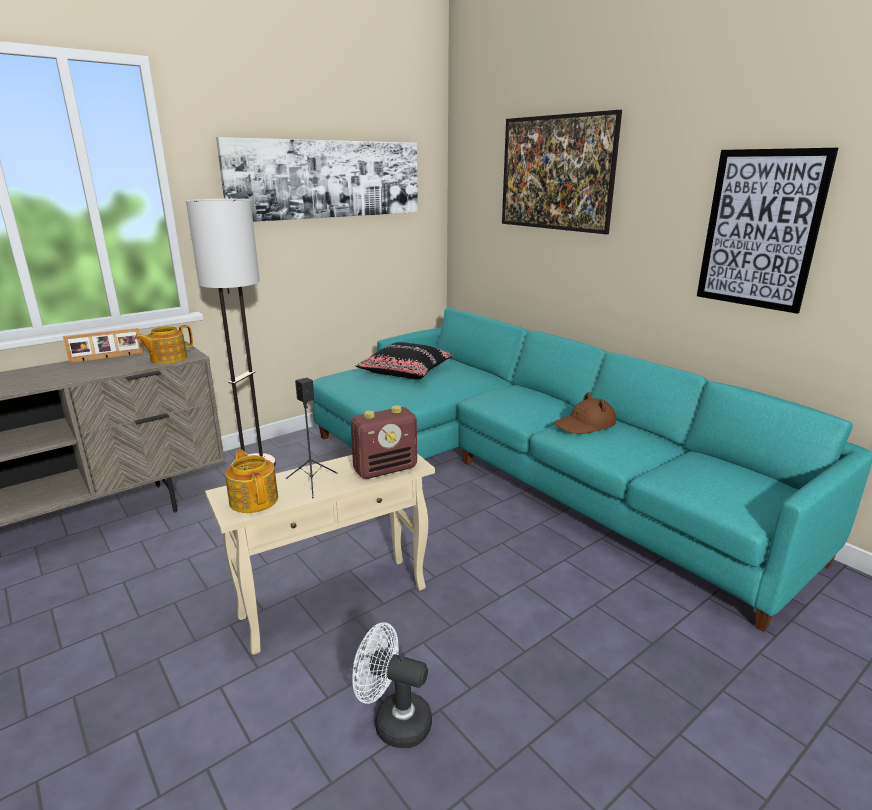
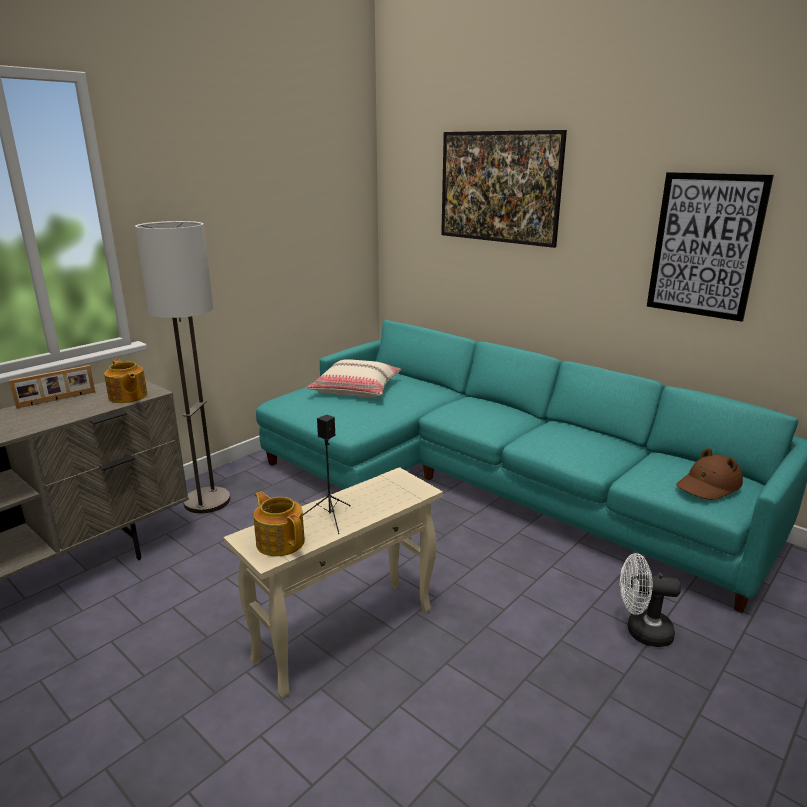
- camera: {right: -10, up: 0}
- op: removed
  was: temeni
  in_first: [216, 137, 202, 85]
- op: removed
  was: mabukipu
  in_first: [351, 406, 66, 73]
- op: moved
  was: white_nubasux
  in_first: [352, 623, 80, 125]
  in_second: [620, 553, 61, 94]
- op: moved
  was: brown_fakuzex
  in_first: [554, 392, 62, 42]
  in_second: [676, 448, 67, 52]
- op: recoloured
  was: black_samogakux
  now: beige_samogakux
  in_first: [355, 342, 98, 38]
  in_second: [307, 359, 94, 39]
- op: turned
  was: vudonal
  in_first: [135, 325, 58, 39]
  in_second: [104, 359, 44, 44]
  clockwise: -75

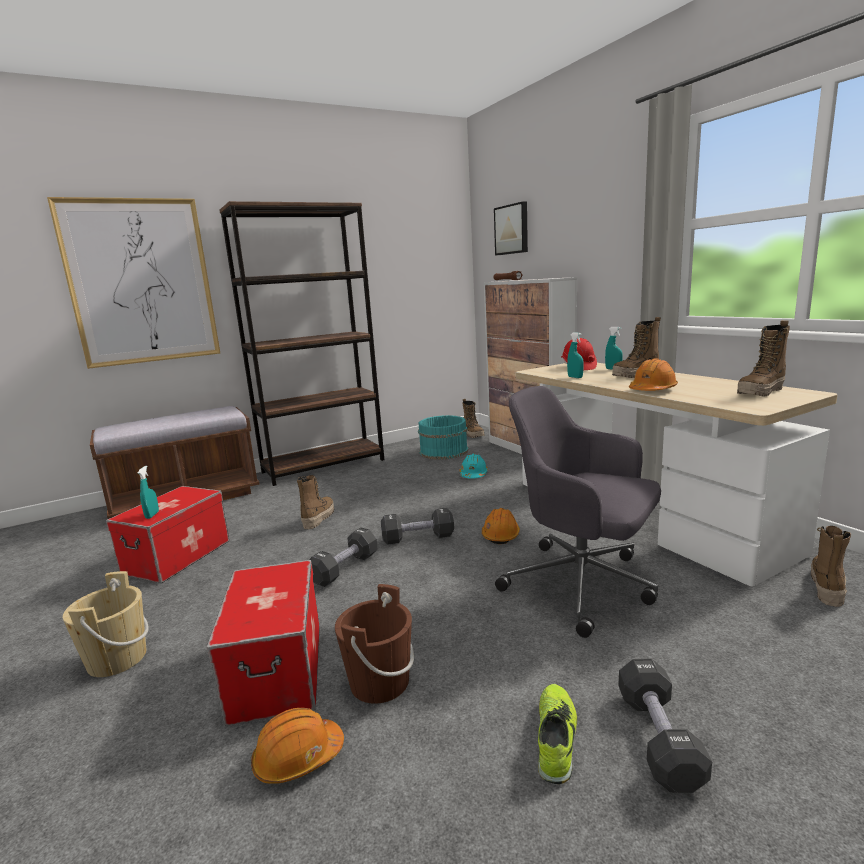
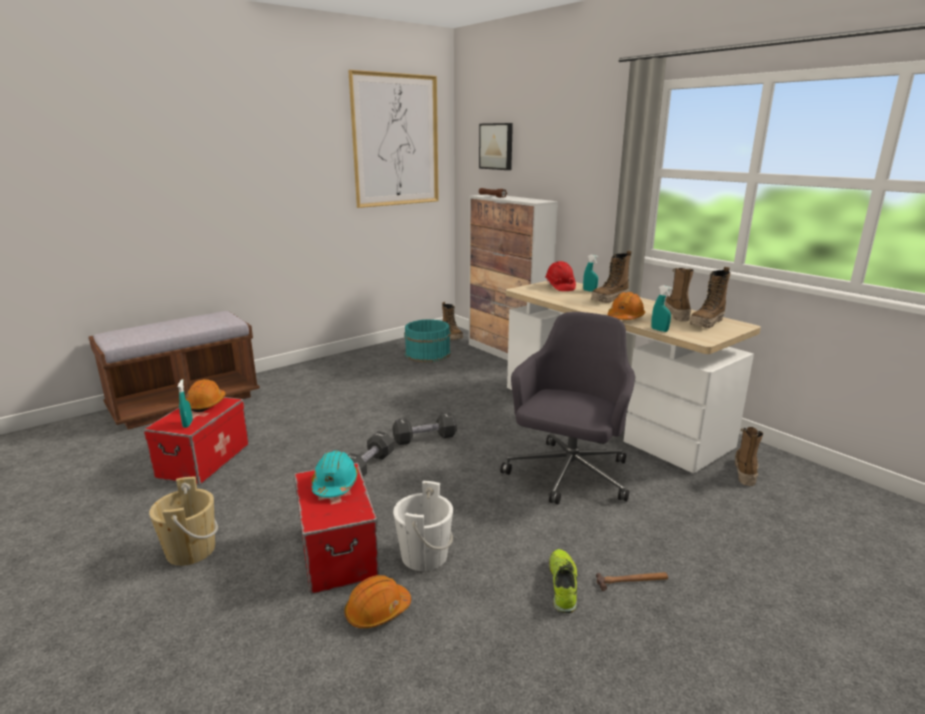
- camera: {right: -10, up: 5}
- op: removed
  was: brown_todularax
  in_first: [220, 201, 164, 285]
- op: moved
  was: temeni
  in_first: [47, 197, 174, 172]
  in_second: [348, 70, 91, 138]
- op: moved
  was: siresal
  in_first: [297, 475, 37, 54]
  in_second: [665, 268, 29, 53]
- op: moved
  was: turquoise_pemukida
  in_first: [459, 454, 29, 25]
  in_second: [311, 450, 47, 47]
- op: moved
  was: orange_pemukida
  in_first: [482, 508, 38, 36]
  in_second: [186, 379, 40, 33]
- op: moved
  was: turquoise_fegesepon
  in_first: [567, 333, 17, 45]
  in_second: [651, 285, 21, 47]
- op: replaced
  was: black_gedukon
  now: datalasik
  in_first: [618, 659, 94, 134]
  in_second: [596, 572, 72, 19]
- op: recoloured
  was: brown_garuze
  now: white_garuze
  in_first: [335, 584, 79, 120]
  in_second: [393, 481, 60, 90]
- op: turned
  was: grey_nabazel
  in_first: [495, 386, 166, 252]
  in_second: [500, 312, 135, 193]
  clockwise: 90

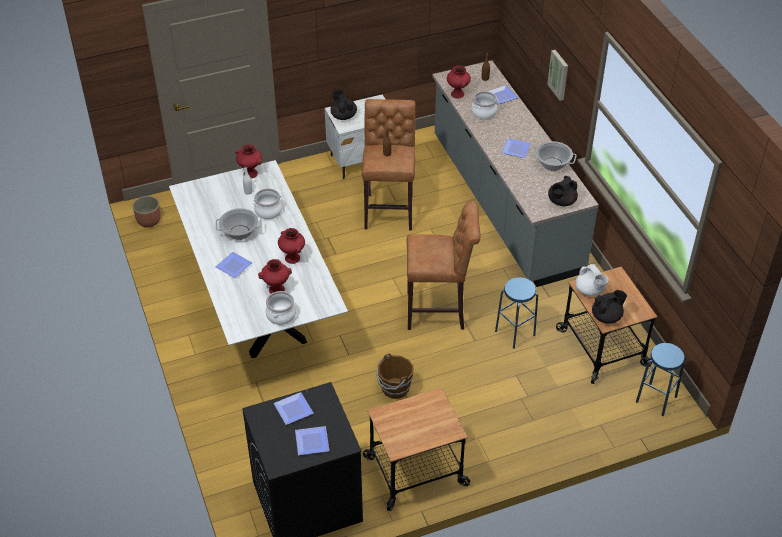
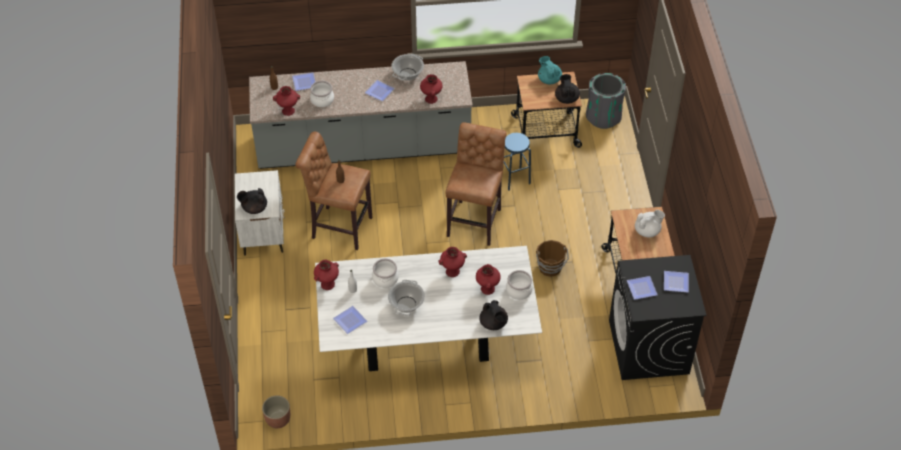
- camera: {right: -75, up: 5}
- op: removed
  was: temeni
  in_first: [547, 50, 21, 51]
- op: added
  now: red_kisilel
  in_second: [420, 74, 22, 30]
- op: added
  now: turquoise_vudonal
  in_second: [538, 56, 24, 28]
- op: moved
  was: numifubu
  in_first: [215, 252, 37, 26]
  in_second: [333, 306, 34, 28]
- op: moved
  was: black_vudonal
  in_first: [548, 176, 30, 30]
  in_second: [479, 300, 29, 30]
- op: moved
  was: white_vudonal
  in_first: [575, 264, 33, 32]
  in_second: [635, 210, 30, 28]
- op: replaced
  was: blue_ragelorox
  now: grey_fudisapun
  in_first: [636, 343, 49, 73]
  in_second: [586, 73, 40, 56]

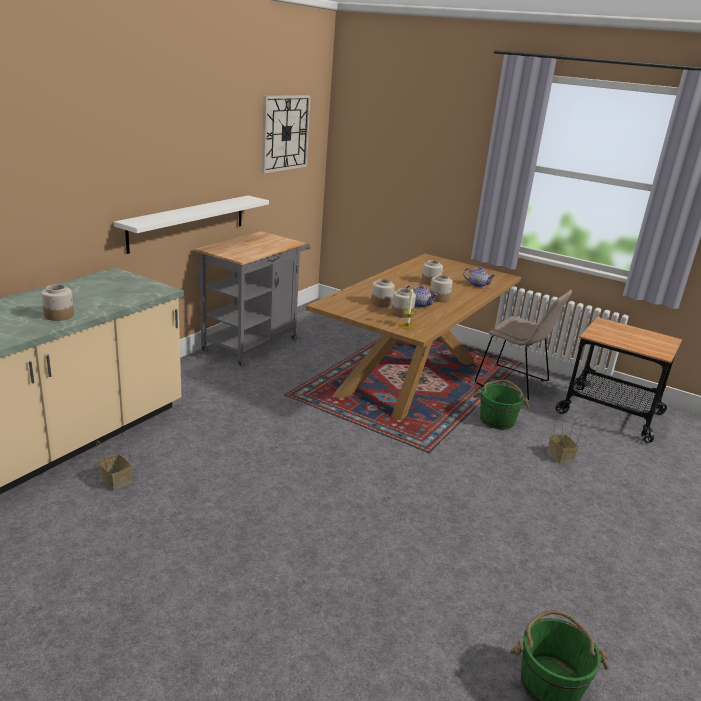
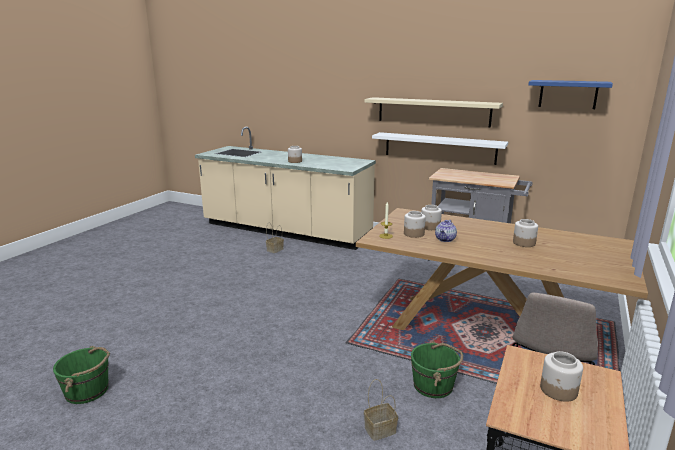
- camera: {right: 85, up: -5}
- op: removed
  was: vudonal
  in_first: [463, 267, 33, 20]
- op: added
  now: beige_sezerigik
  in_second: [365, 97, 138, 30]
- op: moved
  was: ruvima
  in_first: [430, 275, 22, 27]
  in_second: [540, 351, 43, 51]
- op: replaced
  was: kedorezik
  now: blue_sezerigik
  in_first: [262, 95, 49, 78]
  in_second: [529, 80, 84, 29]

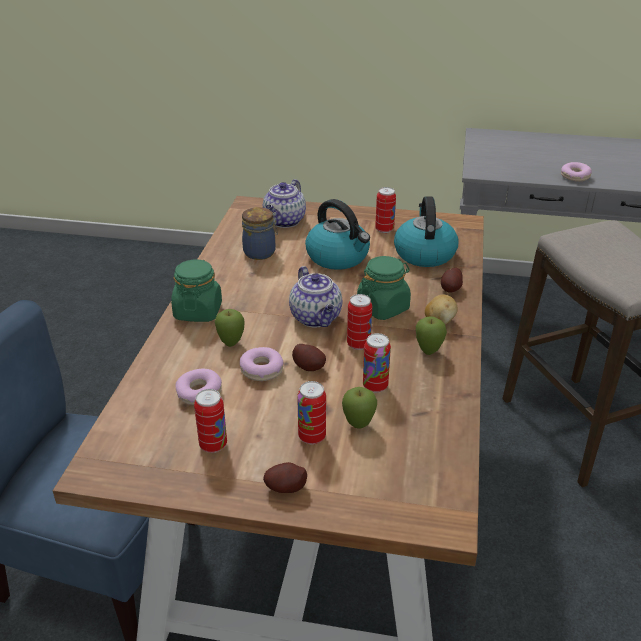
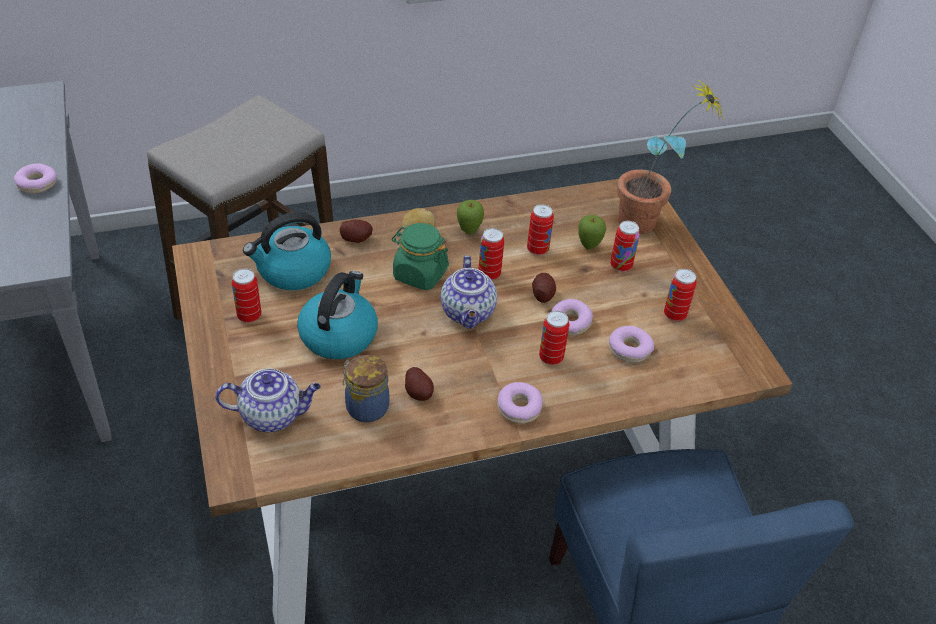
- camera: {right: -120, up: 10}
- op: added
  now: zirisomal
  in_second: [617, 77, 107, 157]
- op: moved
  was: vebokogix
  in_first: [263, 462, 44, 31]
  in_second: [405, 367, 29, 34]
- op: replaced
  was: green_ruvima
  now: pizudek
  in_first: [171, 259, 51, 63]
  in_second: [497, 382, 46, 41]
- op: replaced
  was: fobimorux
  now: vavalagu
  in_first: [215, 309, 30, 38]
  in_second: [539, 311, 30, 54]
- op: turned
  was: vudonal
  in_first: [289, 266, 53, 61]
  in_second: [441, 256, 56, 73]
  clockwise: 135

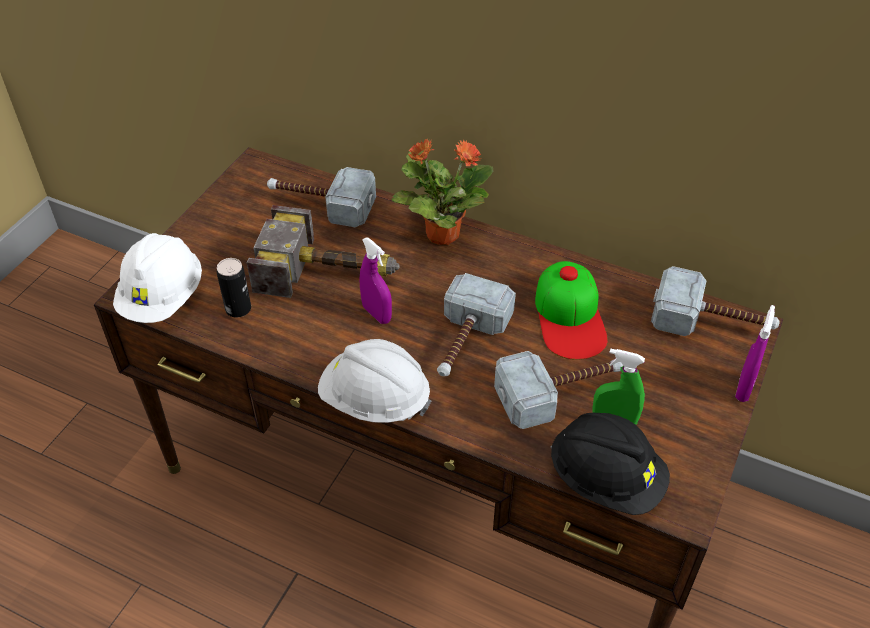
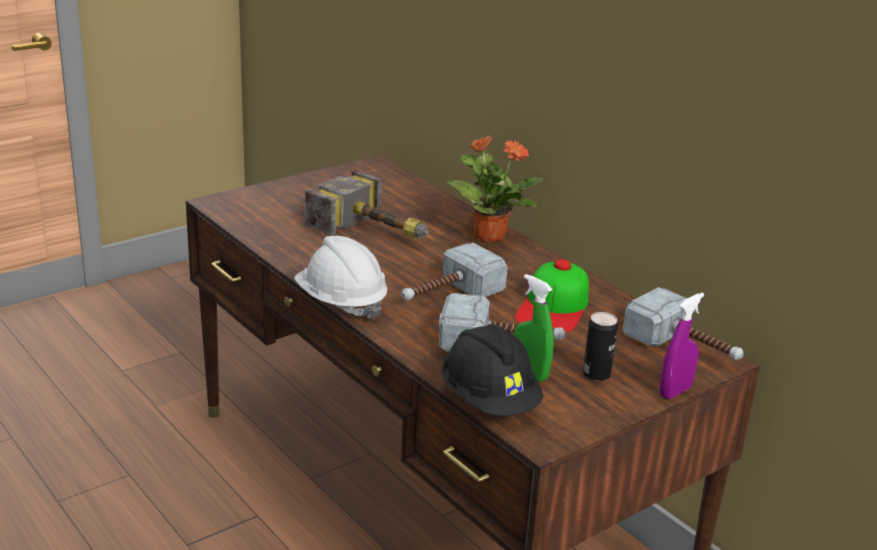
- camera: {right: 25, up: -20}
- op: removed
  was: white_pemukida
  in_first: [113, 233, 89, 90]
- op: removed
  was: datalasik
  in_first: [267, 167, 109, 60]
- op: removed
  was: purple_fegesepon
  in_first: [360, 237, 32, 87]
- op: moved
  was: vavalagu
  in_first: [217, 258, 34, 59]
  in_second: [583, 312, 35, 69]

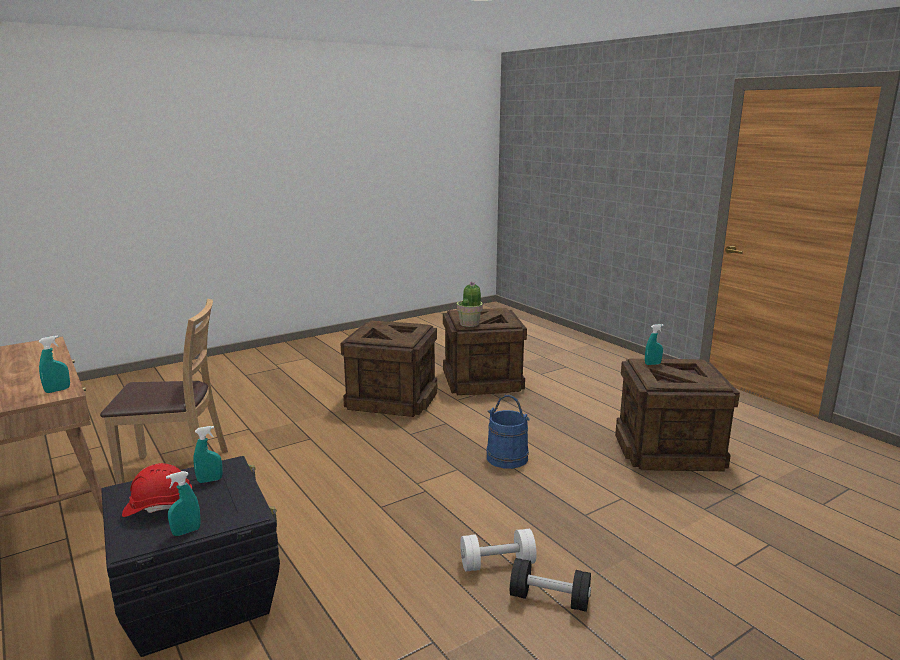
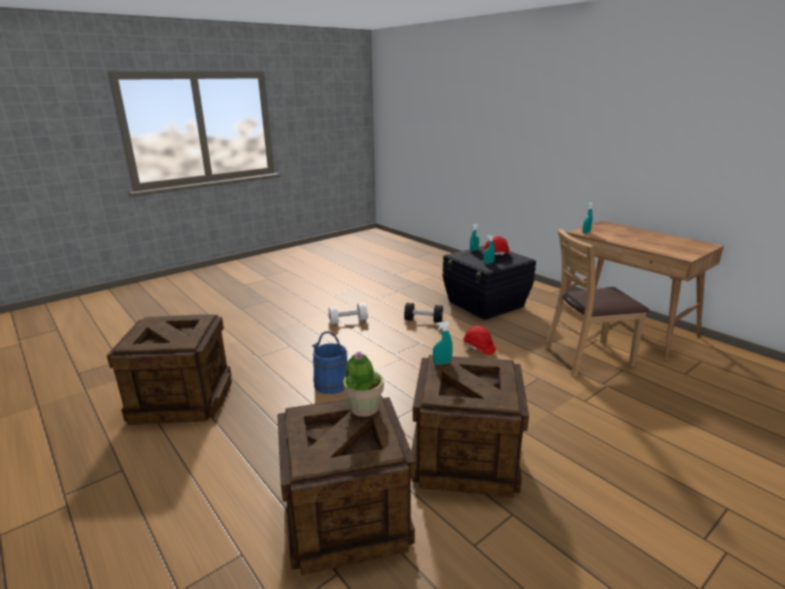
- camera: {right: 175, up: 5}
- op: added
  now: red_pemukida
  in_second: [463, 326, 33, 29]
- op: moved
  was: black_gedukon
  in_first: [510, 558, 81, 54]
  in_second: [404, 303, 39, 20]
- op: moved
  was: turquoise_fegesepon
  in_first: [645, 324, 19, 41]
  in_second: [433, 321, 20, 44]

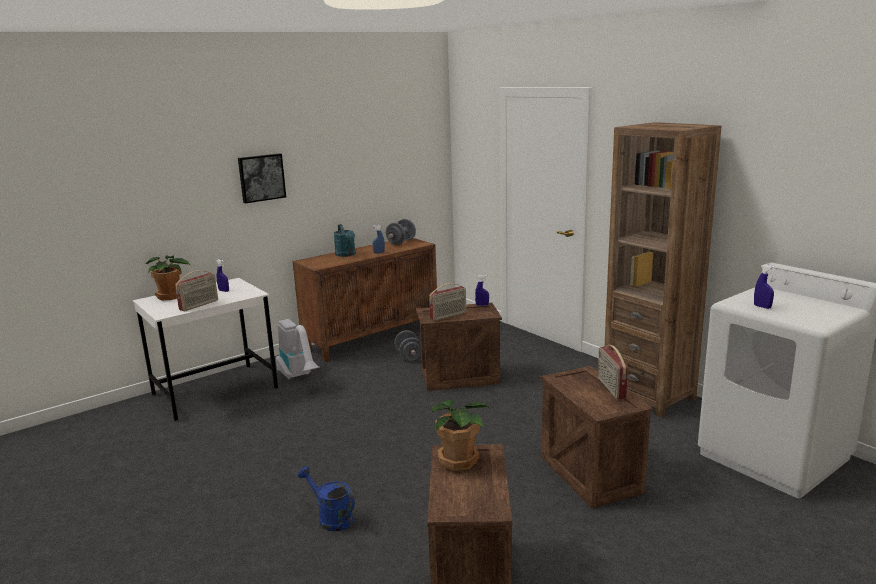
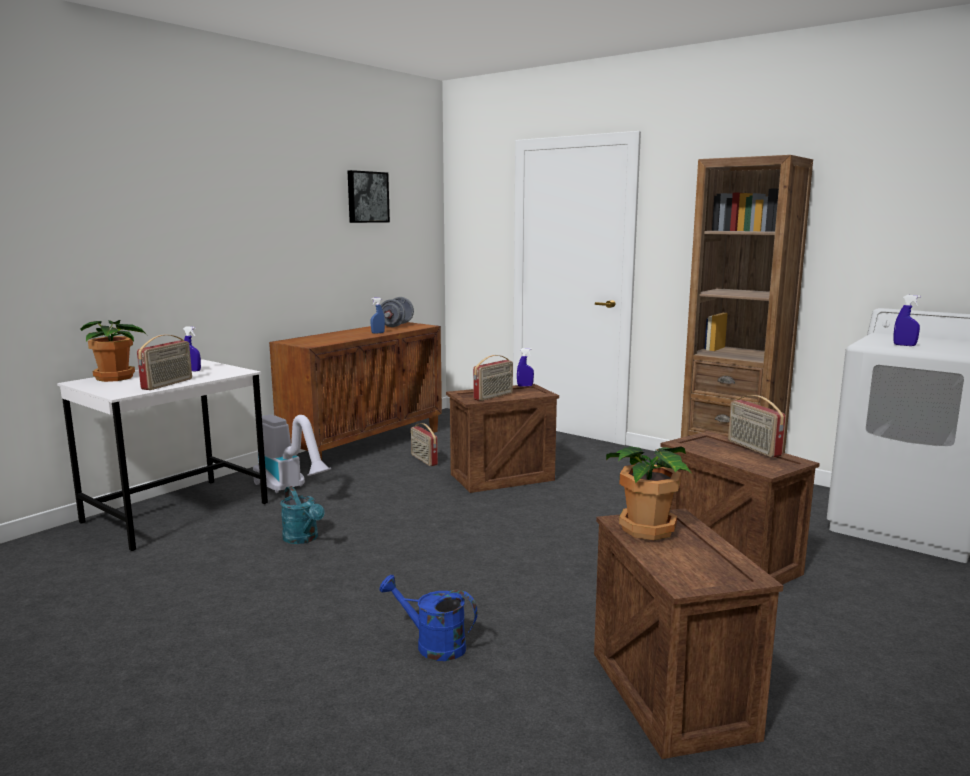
- camera: {right: -15, up: -5}
- op: moved
  was: temeni
  in_first: [238, 153, 48, 51]
  in_second: [348, 170, 42, 53]
- op: moved
  was: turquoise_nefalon
  in_first: [333, 224, 23, 33]
  in_second: [281, 486, 44, 58]
- op: replaced
  was: grey_gedukon
  now: mabukipu
  in_first: [394, 330, 27, 31]
  in_second: [411, 423, 27, 43]

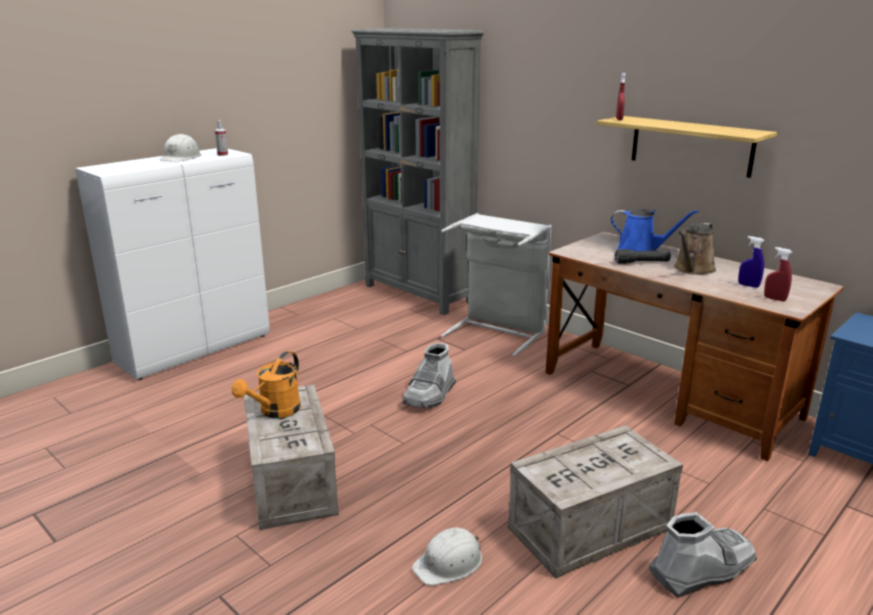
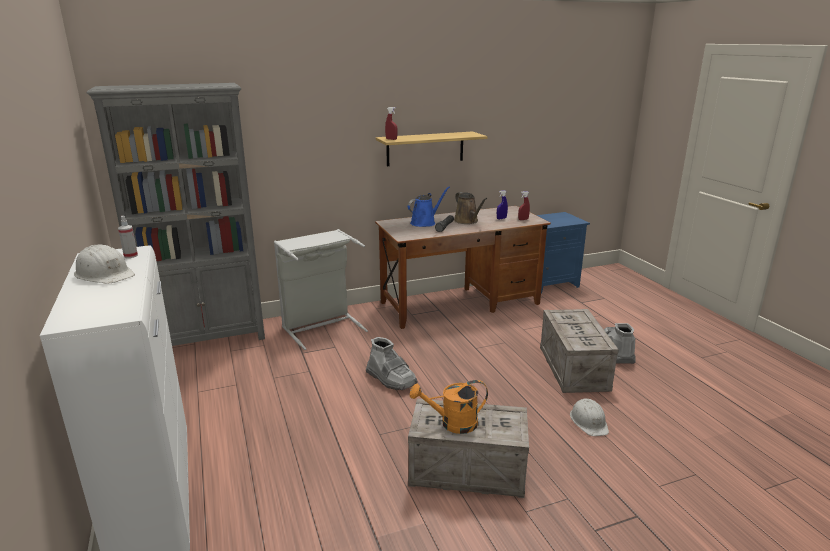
- camera: {right: -65, up: 0}
- op: turned
  was: orange_nefalon
  in_first: [232, 351, 69, 67]
  in_second: [410, 380, 78, 54]
  clockwise: 120

